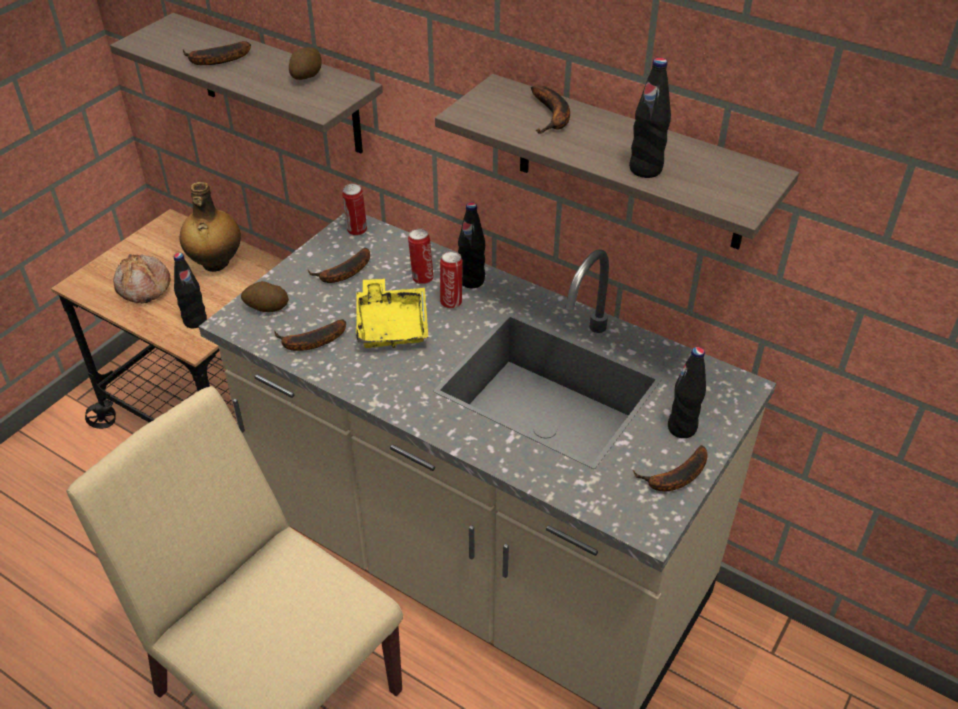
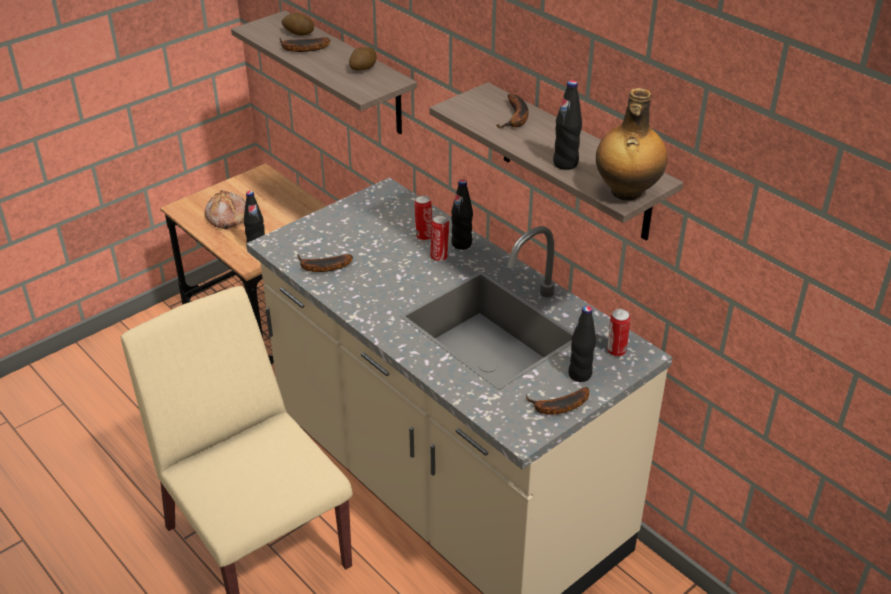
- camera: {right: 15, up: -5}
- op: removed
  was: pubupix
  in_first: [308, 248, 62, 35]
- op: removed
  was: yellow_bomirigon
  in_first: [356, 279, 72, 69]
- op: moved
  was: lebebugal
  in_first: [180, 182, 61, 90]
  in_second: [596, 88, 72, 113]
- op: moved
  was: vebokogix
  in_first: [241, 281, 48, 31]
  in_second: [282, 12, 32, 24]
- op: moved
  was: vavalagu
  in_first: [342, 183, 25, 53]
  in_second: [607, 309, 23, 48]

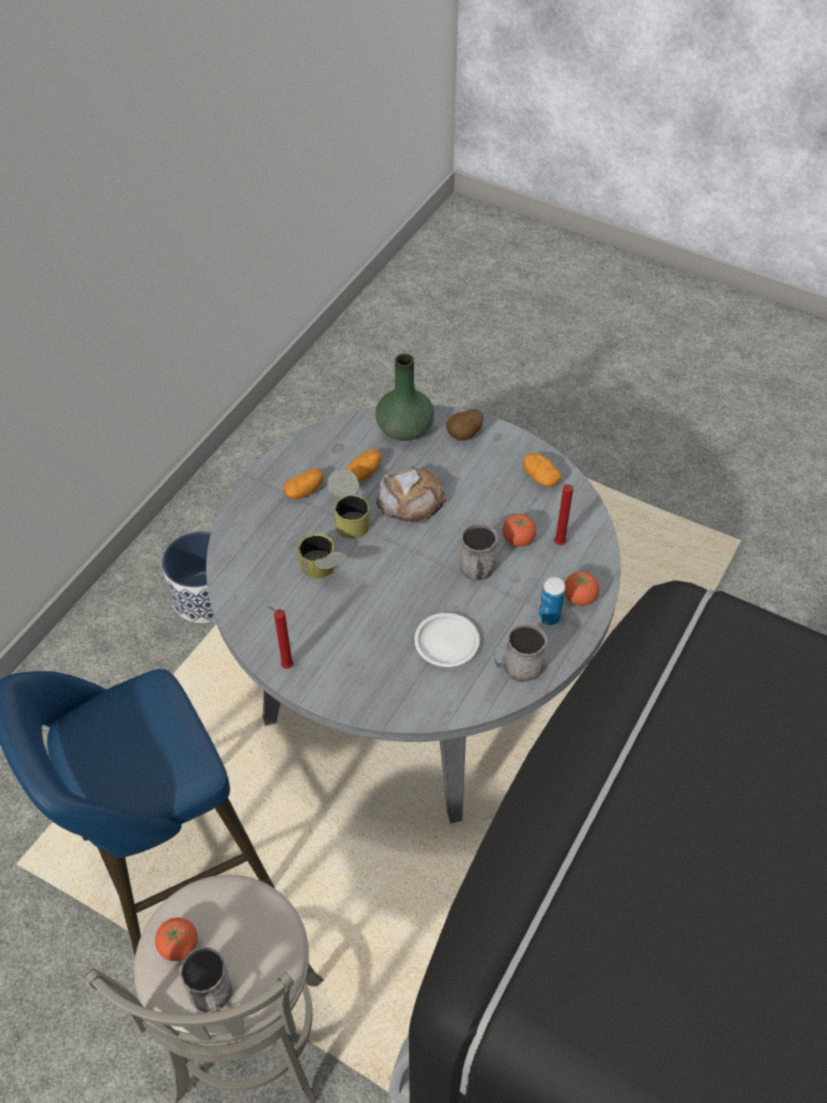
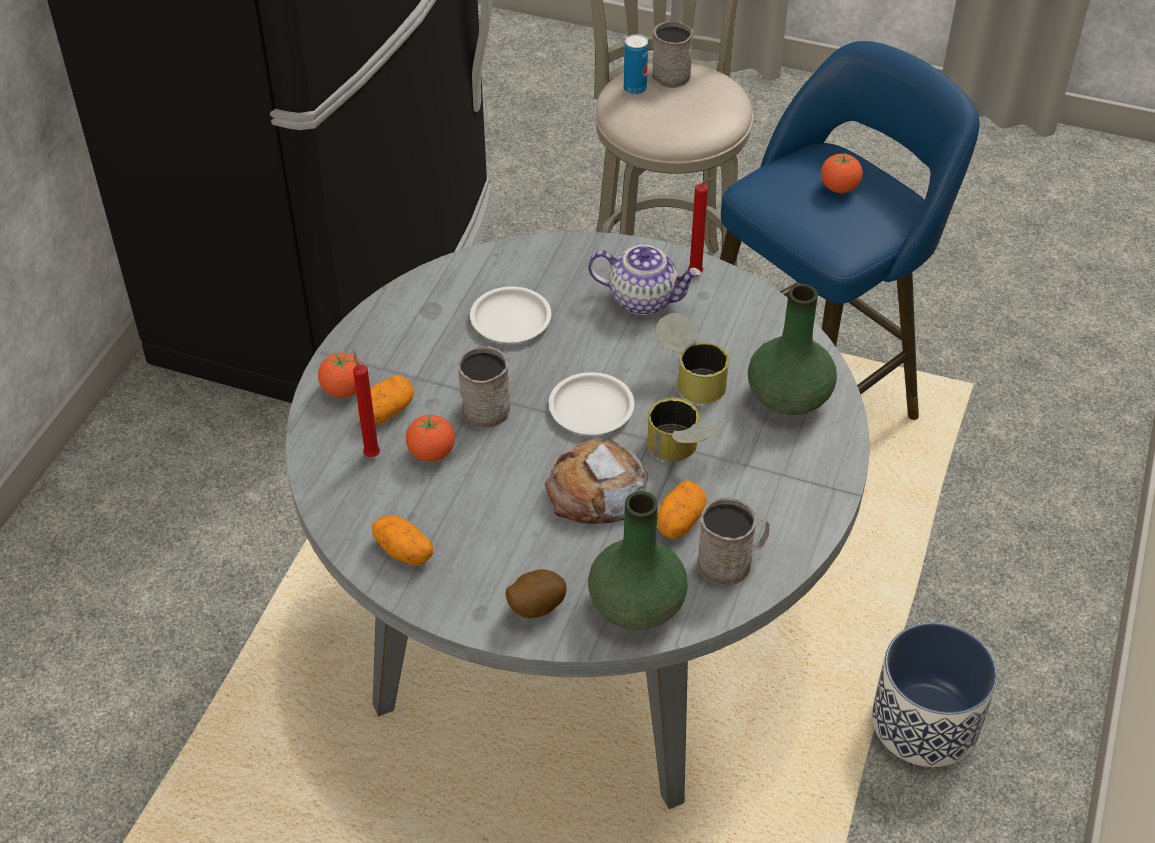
- camera: {right: 170, up: -5}
- op: added
  now: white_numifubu
  in_second: [549, 372, 85, 63]
- op: added
  now: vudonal
  in_second: [588, 245, 113, 70]
- op: added
  now: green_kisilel
  in_second: [748, 284, 89, 131]
- op: moved
  was: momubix
  in_first: [155, 917, 43, 44]
  in_second: [821, 153, 42, 40]
- op: moved
  was: vebokogix
  in_first: [283, 469, 41, 30]
  in_second: [358, 375, 56, 50]
- op: moved
  was: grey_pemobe
  in_first: [493, 623, 54, 60]
  in_second: [697, 497, 73, 89]
- op: moved
  was: vavalagu
  in_first: [539, 577, 26, 48]
  in_second: [624, 34, 24, 61]

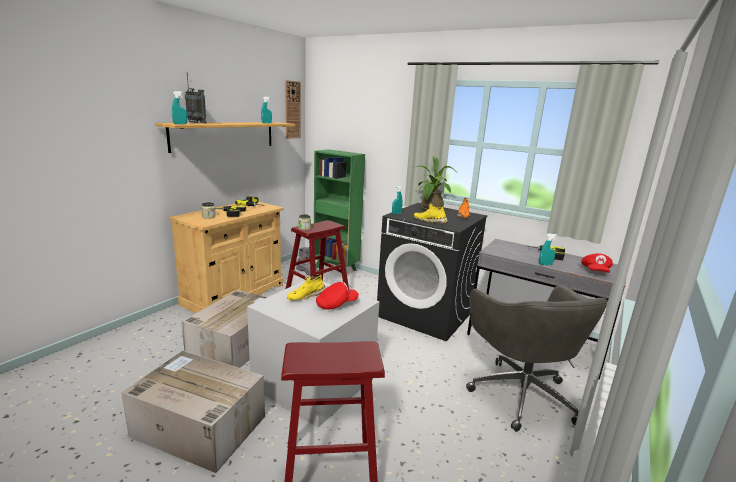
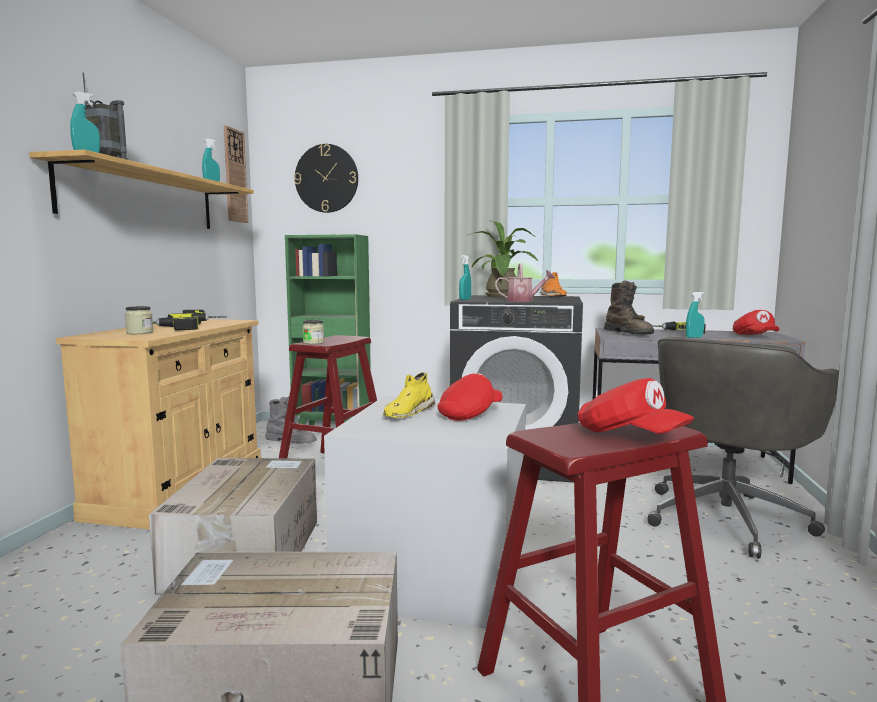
- camera: {right: -20, up: -10}
- op: added
  now: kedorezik
  in_second: [294, 144, 64, 69]
- op: added
  now: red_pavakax
  in_second: [577, 378, 117, 56]
- op: added
  now: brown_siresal
  in_second: [604, 280, 50, 55]
- op: replaced
  was: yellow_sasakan
  now: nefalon
  in_first: [414, 203, 34, 21]
  in_second: [495, 263, 60, 39]
- op: turned
  was: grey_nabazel
  in_first: [466, 285, 142, 147]
  in_second: [647, 337, 192, 222]
  clockwise: 75

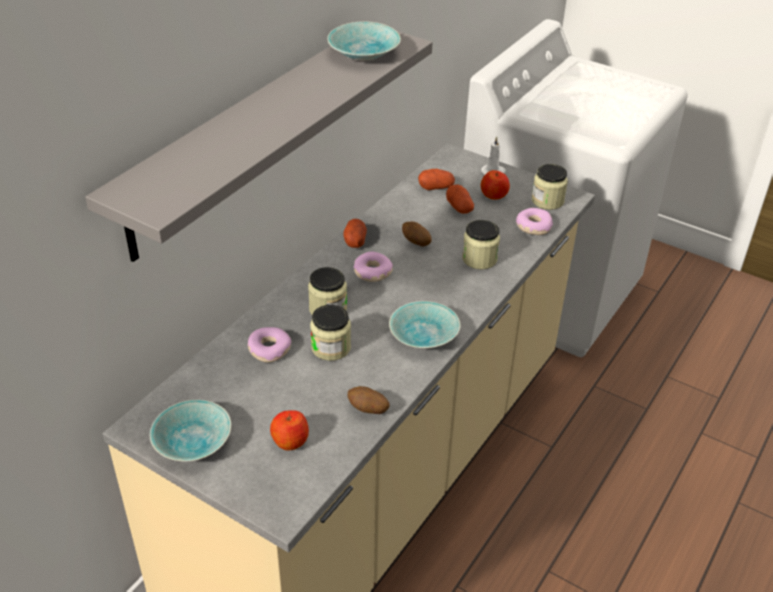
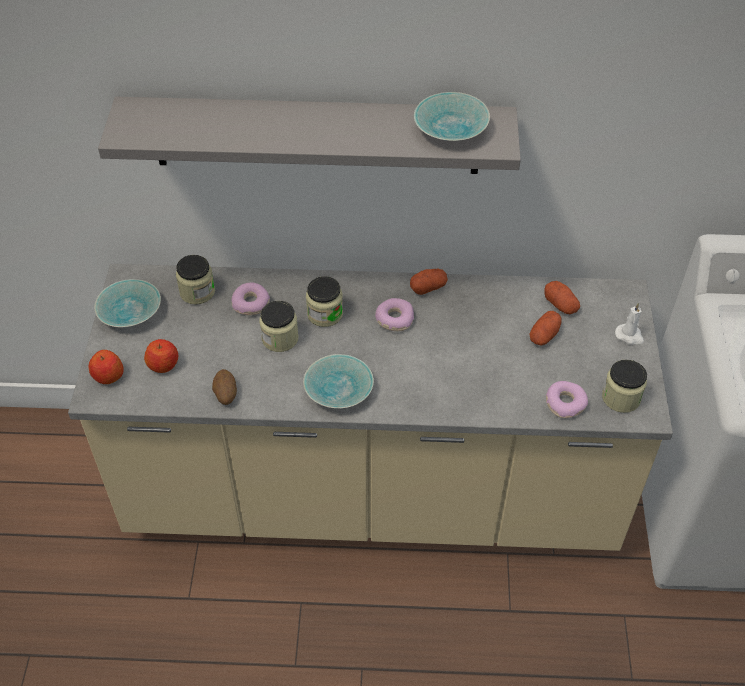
- camera: {right: 60, up: 10}
- op: removed
  was: vebokogix
  in_first: [402, 221, 30, 26]
- op: moved
  was: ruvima
  in_first: [462, 220, 38, 50]
  in_second: [176, 255, 39, 50]
- op: moved
  was: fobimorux
  in_first: [481, 170, 29, 30]
  in_second: [88, 350, 36, 34]

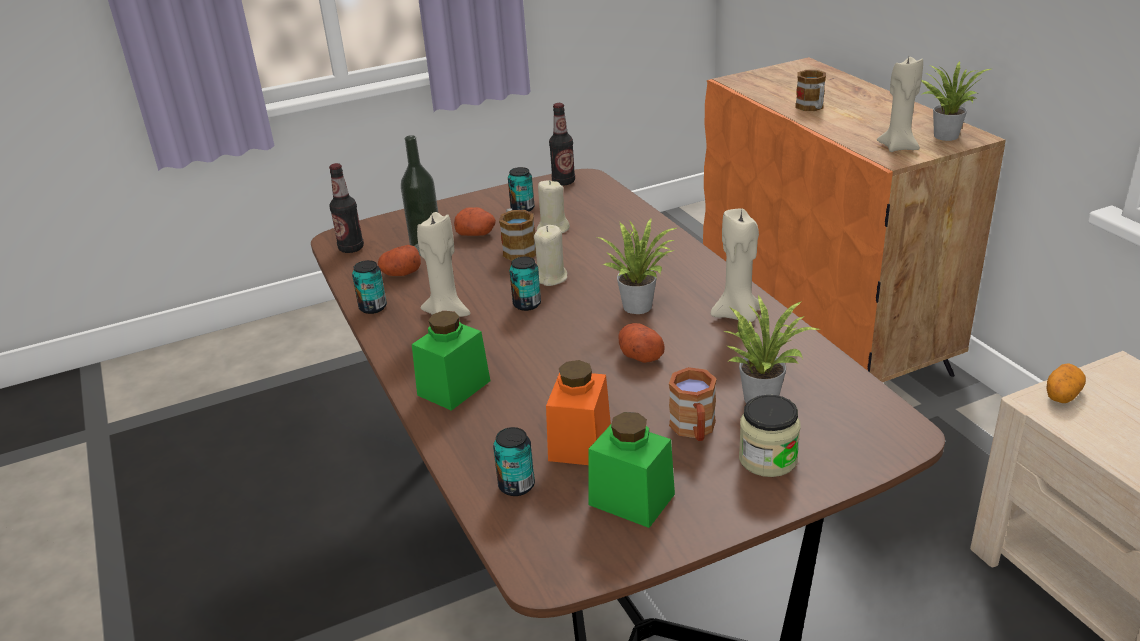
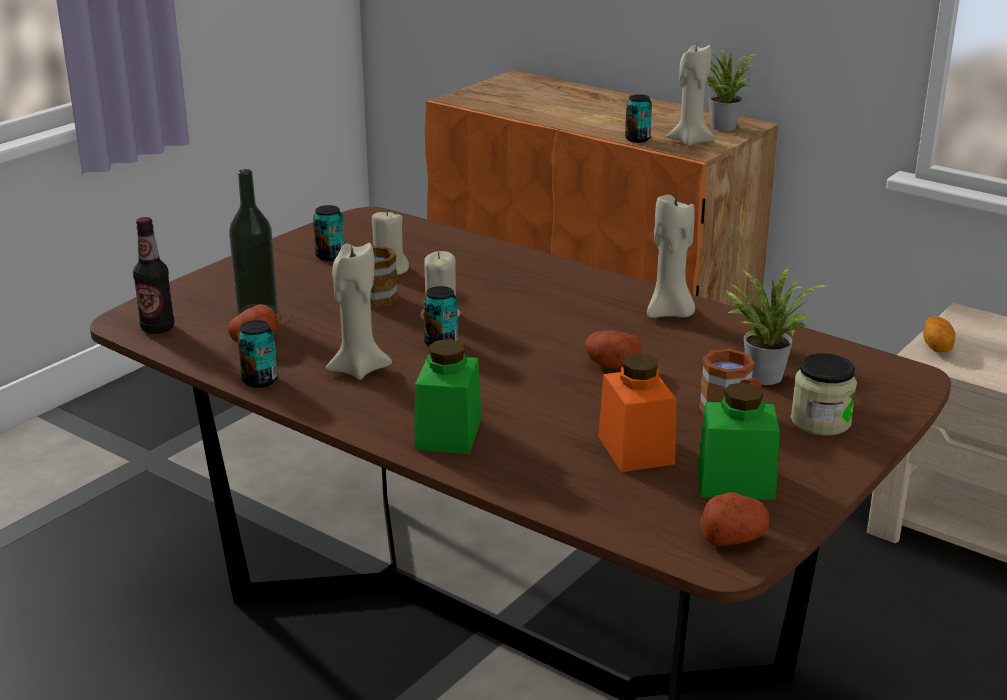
- camera: {right: -30, up: -5}
- op: removed
  was: lebebugal
  in_first: [549, 103, 26, 83]
- op: removed
  was: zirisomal
  in_first: [597, 217, 80, 97]
- op: removed
  was: pemobe
  in_first: [795, 70, 31, 41]
- op: moved
  was: vebokogix
  in_first: [454, 207, 42, 29]
  in_second: [701, 492, 68, 54]
- op: moved
  was: vavalagu
  in_first: [493, 427, 42, 69]
  in_second: [625, 94, 27, 49]

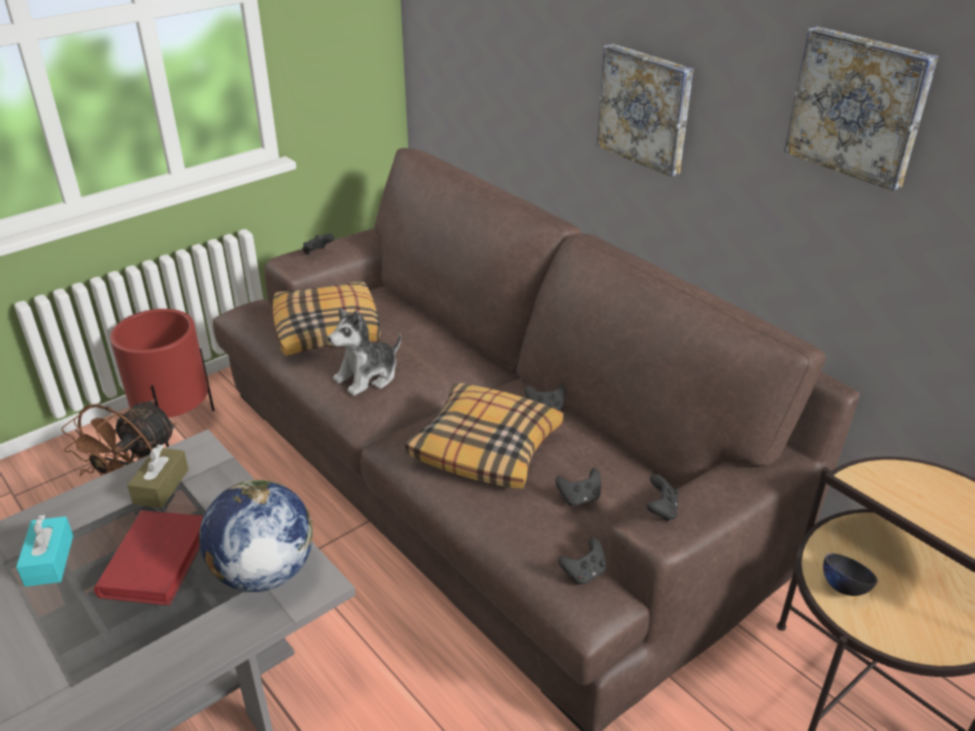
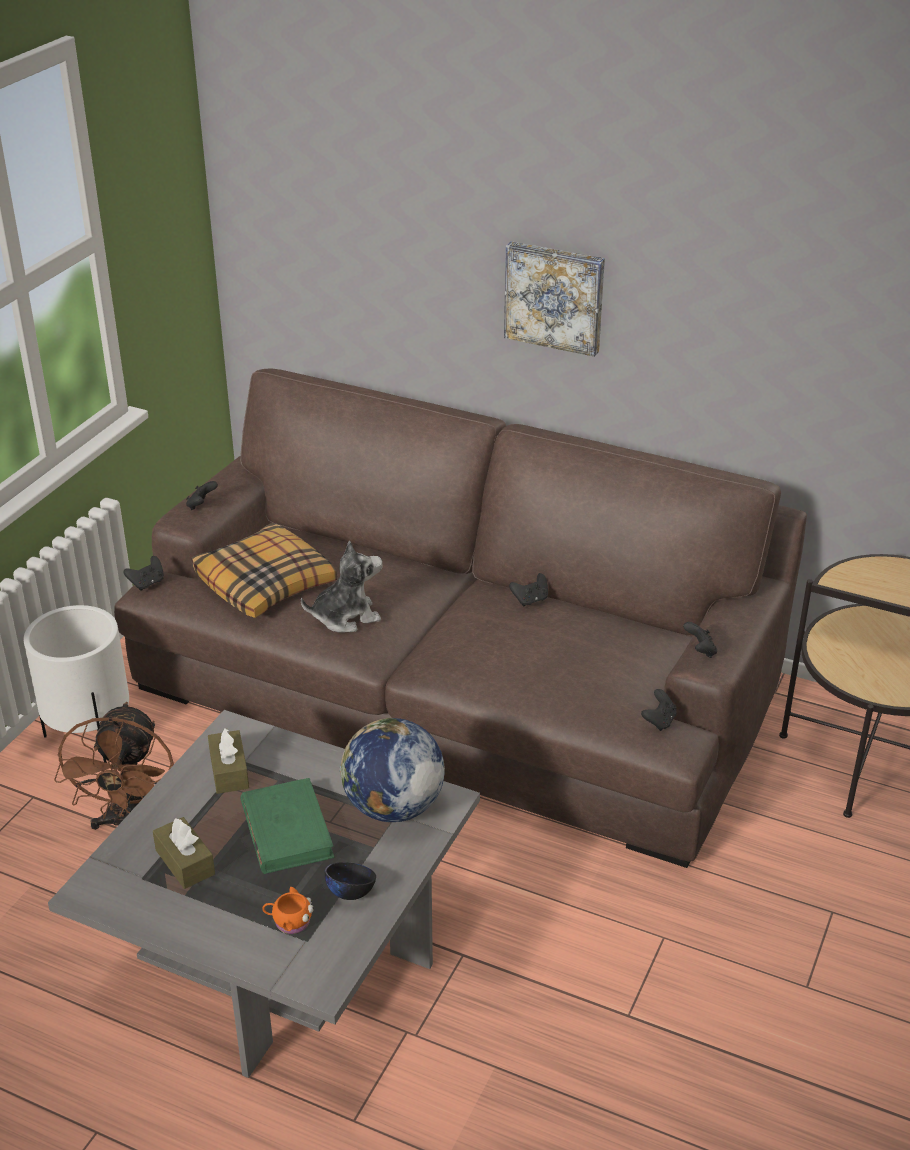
- camera: {right: -25, up: 0}
- op: removed
  was: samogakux
  in_first: [405, 383, 159, 105]
- op: removed
  was: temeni
  in_first: [784, 26, 154, 165]
- op: added
  now: orange_pemobe
  in_second: [262, 887, 52, 47]
- op: moved
  was: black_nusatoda
  in_first: [555, 468, 46, 38]
  in_second: [123, 556, 41, 35]
- op: moved
  was: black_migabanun
  in_first: [823, 553, 55, 43]
  in_second: [325, 862, 51, 38]
- op: recoloured
  was: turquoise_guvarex
  now: brown_guvarex
  in_first: [16, 515, 57, 72]
  in_second: [153, 817, 62, 72]
- op: recoloured
  was: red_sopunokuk
  now: green_sopunokuk
  in_first: [94, 510, 109, 95]
  in_second: [240, 778, 94, 96]
- op: recoloured
  was: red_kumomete
  now: white_kumomete
  in_first: [110, 309, 105, 138]
  in_second: [24, 605, 105, 158]
- op: turned
  was: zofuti
  in_first: [327, 308, 74, 88]
  in_second: [301, 540, 82, 93]
  clockwise: -135

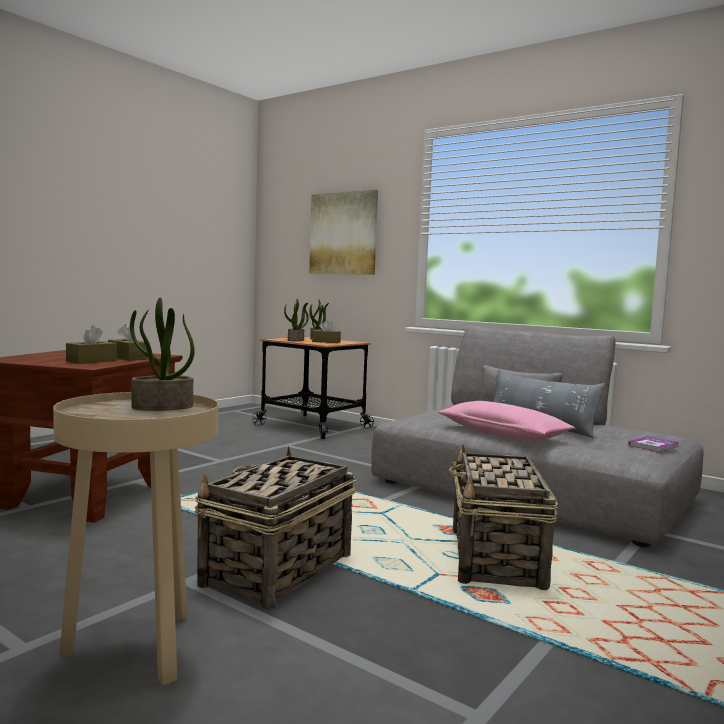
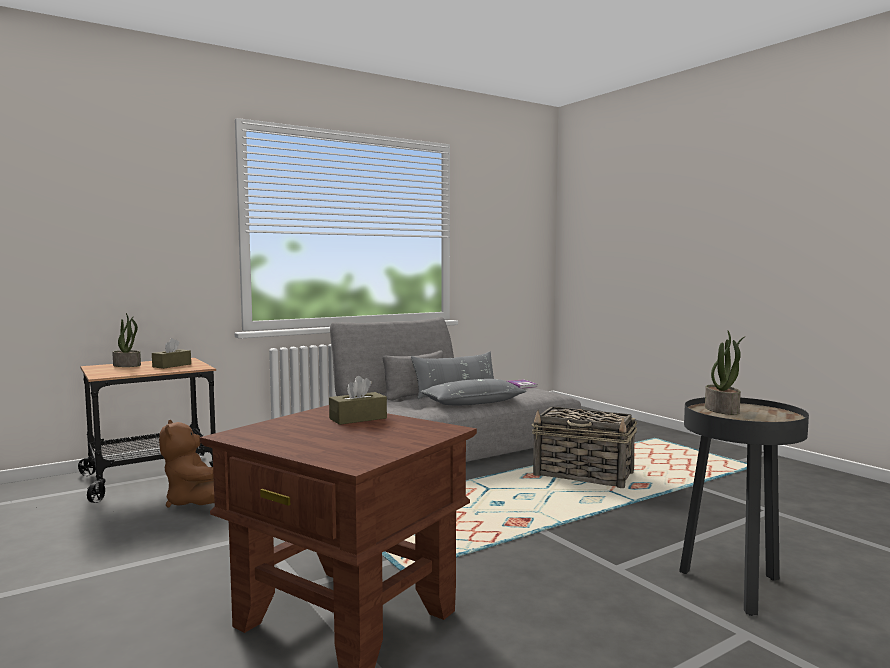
- camera: {right: -70, up: 0}
- op: removed
  was: brown_guvarex
  in_first: [66, 325, 51, 39]
- op: removed
  was: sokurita
  in_first: [195, 446, 161, 164]
- op: removed
  was: zirisomal
  in_first: [284, 299, 25, 42]
- op: removed
  was: temeni
  in_first: [309, 189, 69, 86]
- op: added
  now: brown_zofuti
  in_second: [159, 420, 56, 88]
- op: recoloured
  was: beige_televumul
  now: black_televumul
  in_first: [53, 392, 165, 293]
  in_second: [679, 397, 130, 219]
- op: recoloured
  was: pink_samogakux
  now: grey_samogakux
  in_first: [438, 401, 137, 40]
  in_second: [420, 379, 107, 26]

